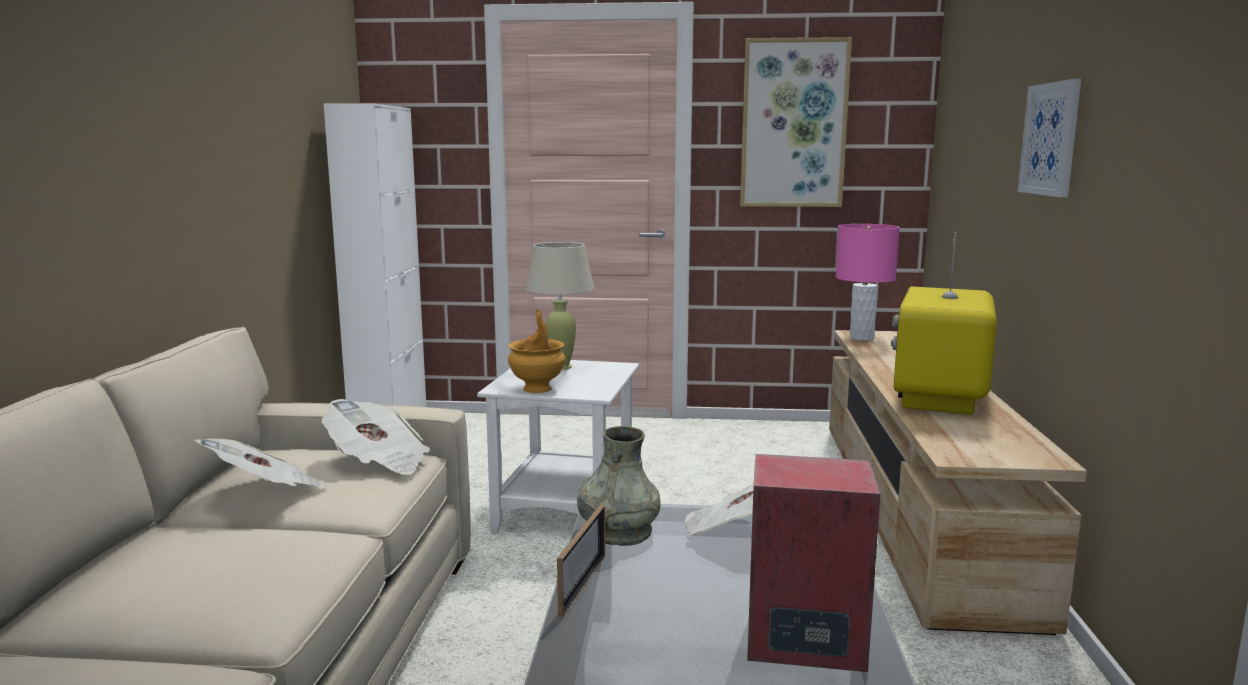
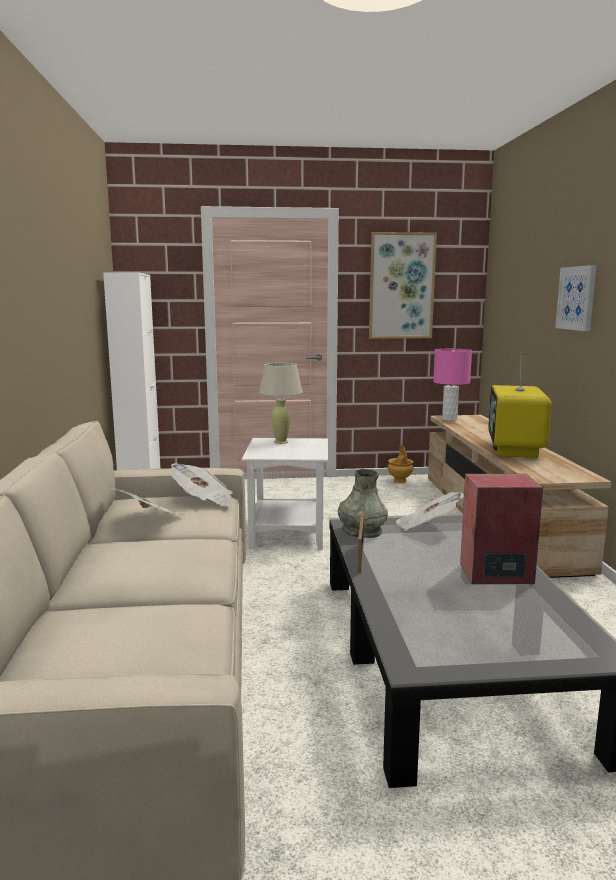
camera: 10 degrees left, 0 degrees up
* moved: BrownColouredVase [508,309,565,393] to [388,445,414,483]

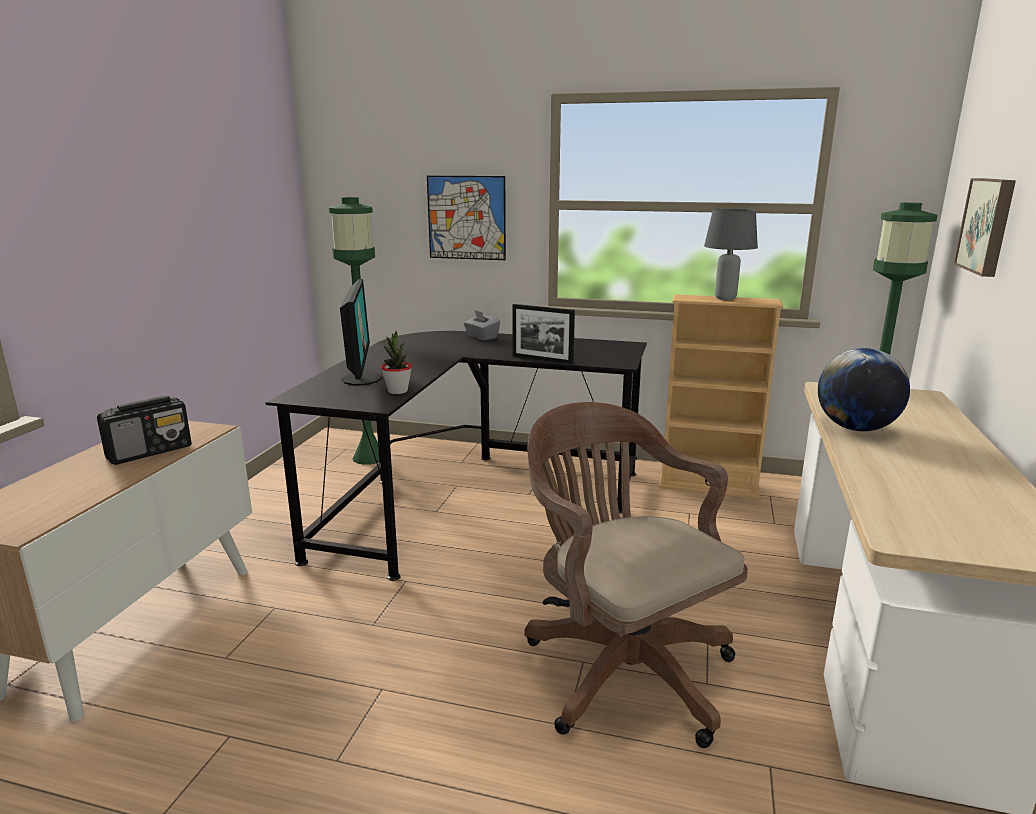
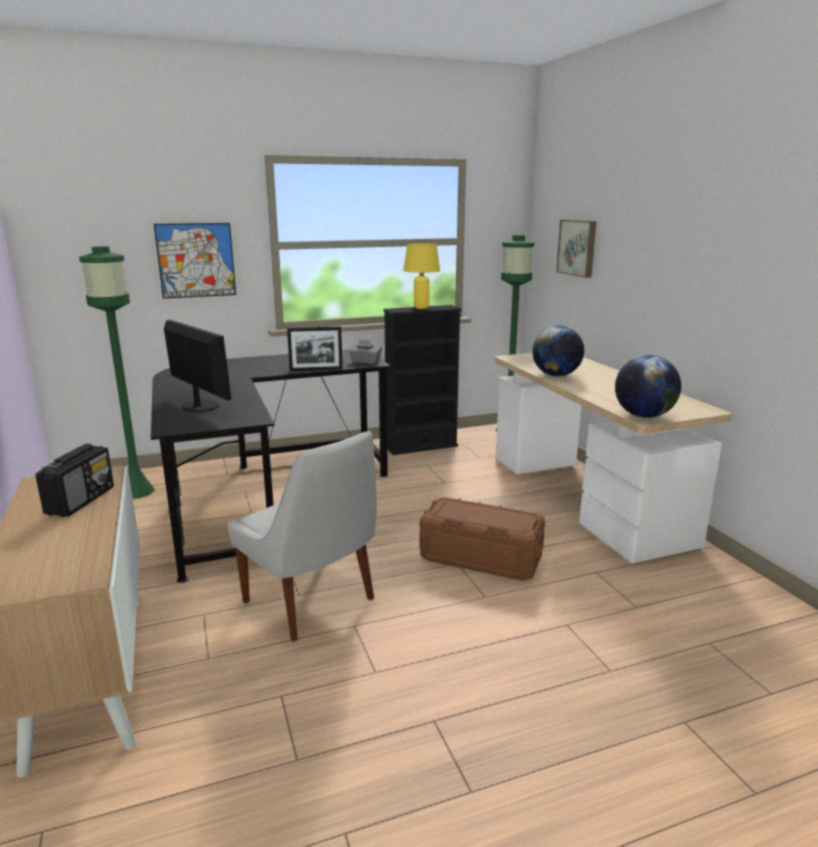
camera: 35 degrees left, 0 degrees up
* removed: PottedPlant [381,331,412,394]
* moved: GreyBoxOfTissues [463,310,500,340] to [349,339,382,364]
* replaced: BrownColouredOfficeChair [524,402,748,748] to BrownColouredStorageBox [419,497,545,581]
* recoloured: SandColouredBookshelf [659,294,783,499] to BlackBookshelf [383,305,462,455]
* recoloured: GreyLampForATable [704,208,758,300] to YellowColouredLampForATable [403,243,440,309]
* added: WhitishPlainChair [227,431,376,642]
* added: Globe [615,355,681,418]

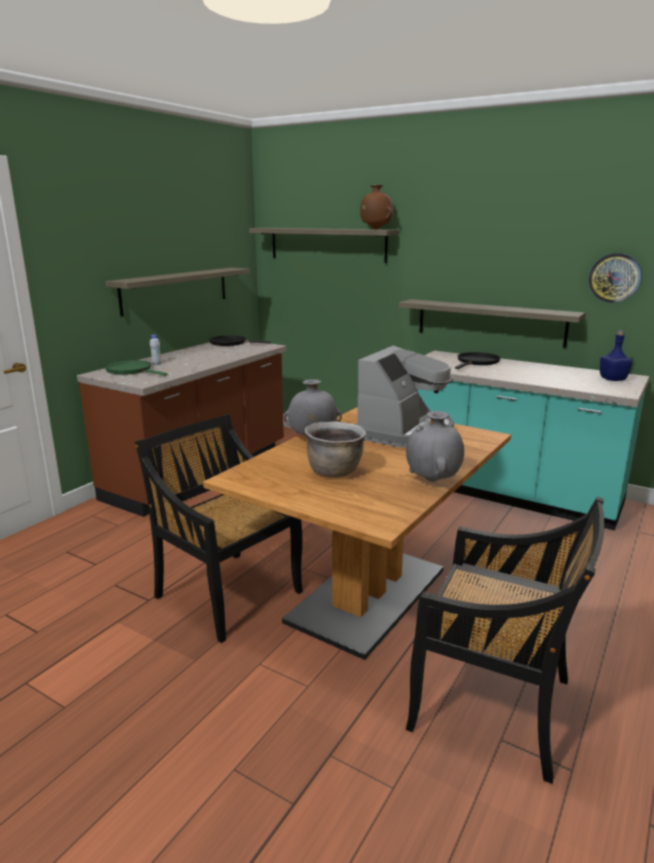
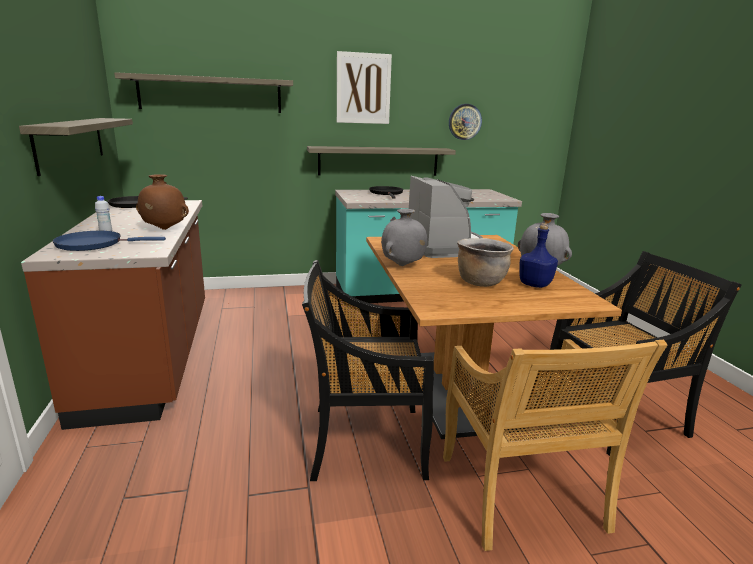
camera: 45 degrees left, 0 degrees up
* recoloured: GreenColouredSkillet [105,360,167,376] to BlueColouredSkillet [53,231,166,251]
* moved: BrownColouredVase [360,185,393,229] to [136,174,189,230]
* moved: BlueColouredBeverageBottle [600,330,632,381] to [519,223,558,288]
* added: Picture [337,51,392,124]
* added: SandColouredPlainChair [443,339,667,551]

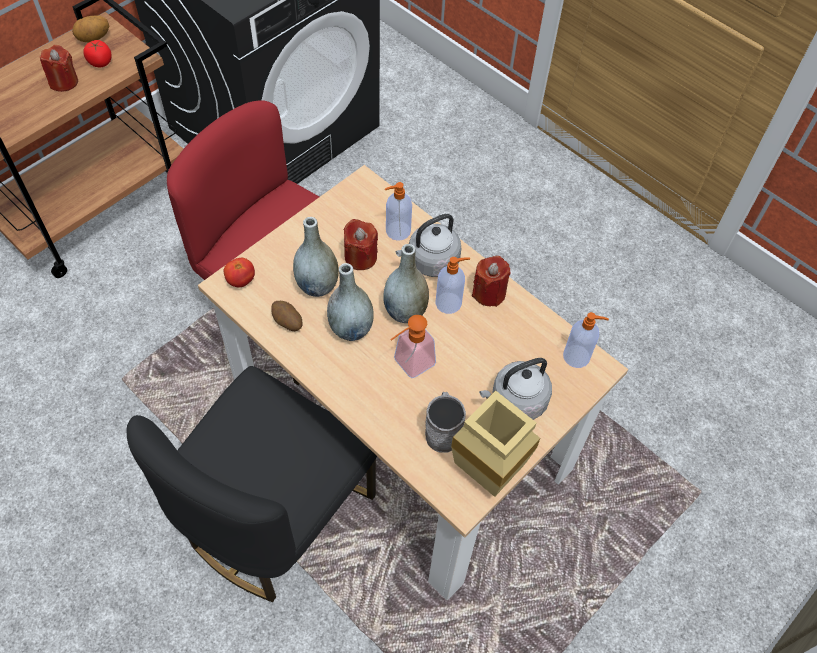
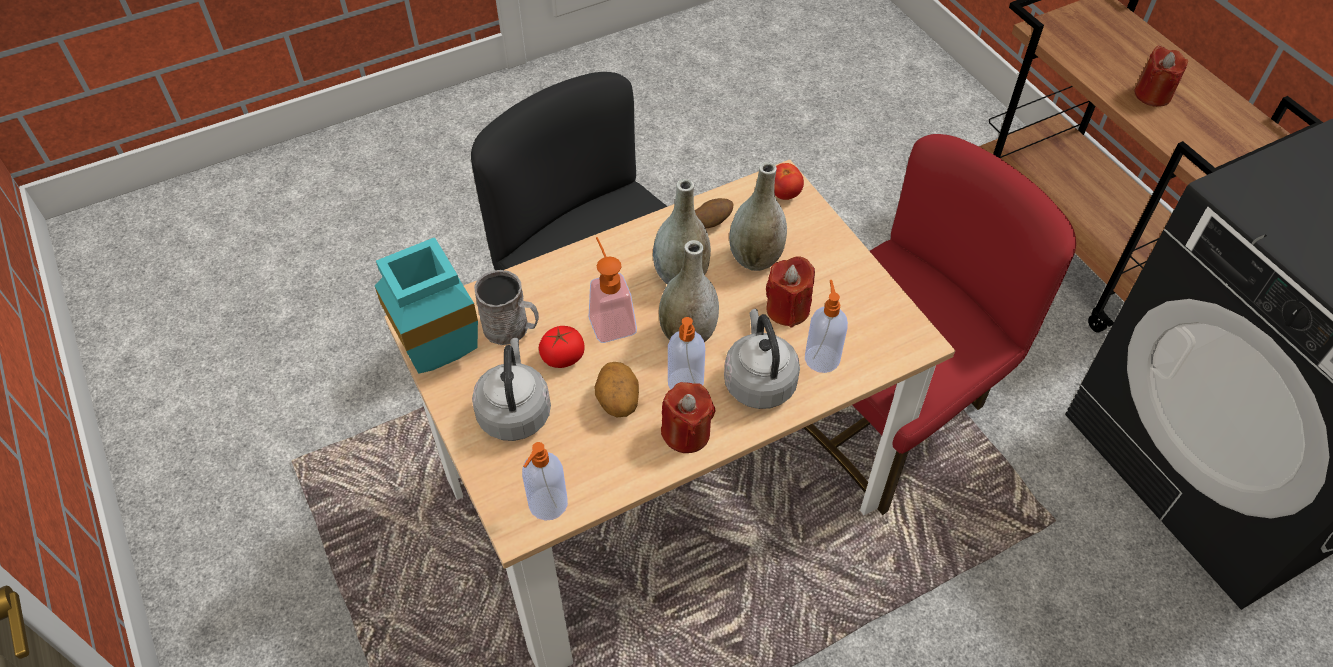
camera: 110 degrees right, 5 degrees down
* moved: Potato [72,16,110,43] to [595,362,639,417]
* moved: Tomato [83,40,112,67] to [539,326,584,368]
* recoloured: SandColouredVase [451,391,540,497] to TurquoiseColouredVase [375,237,478,374]

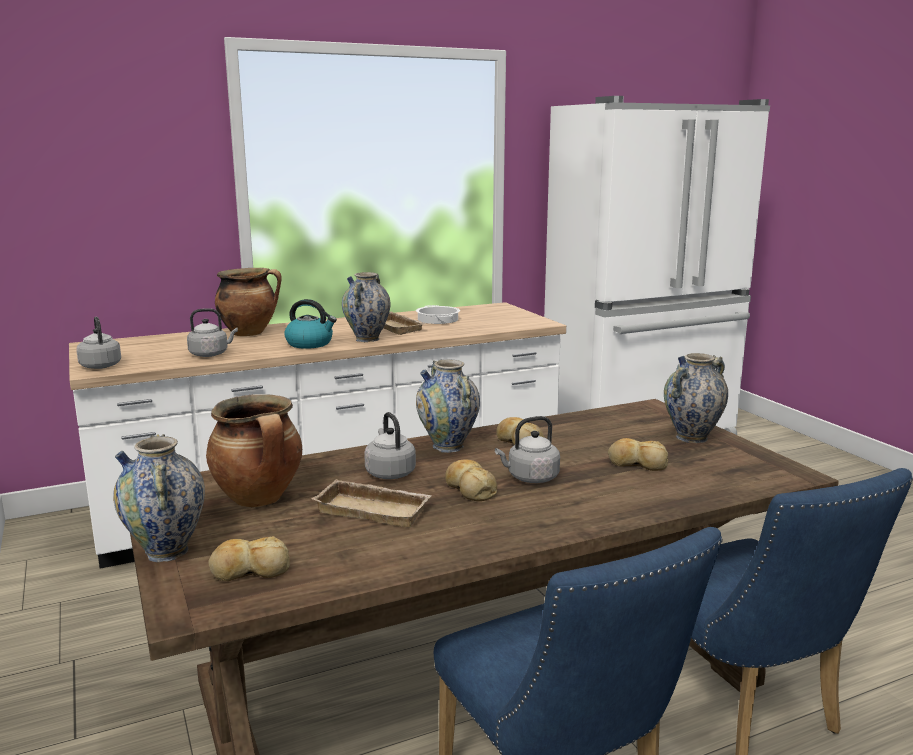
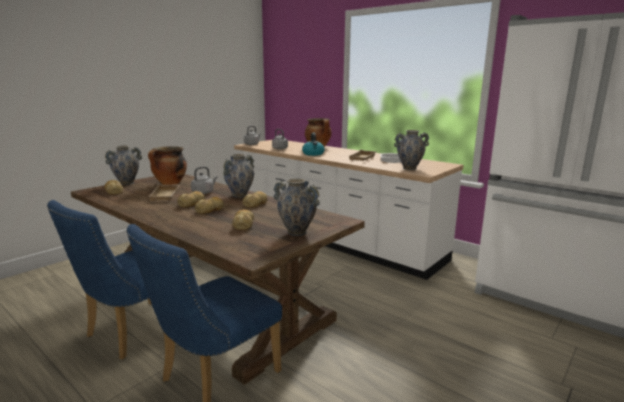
camera: 65 degrees right, 0 degrees up
* moved: Vase [342,272,390,342] to [394,130,429,170]
* replaced: GreyTeaKettle [495,416,560,483] to Bread [195,197,224,214]

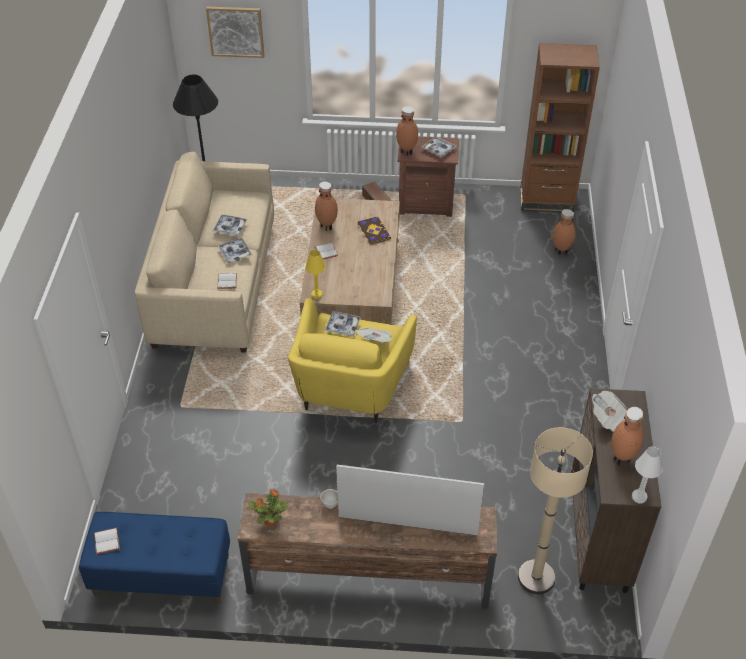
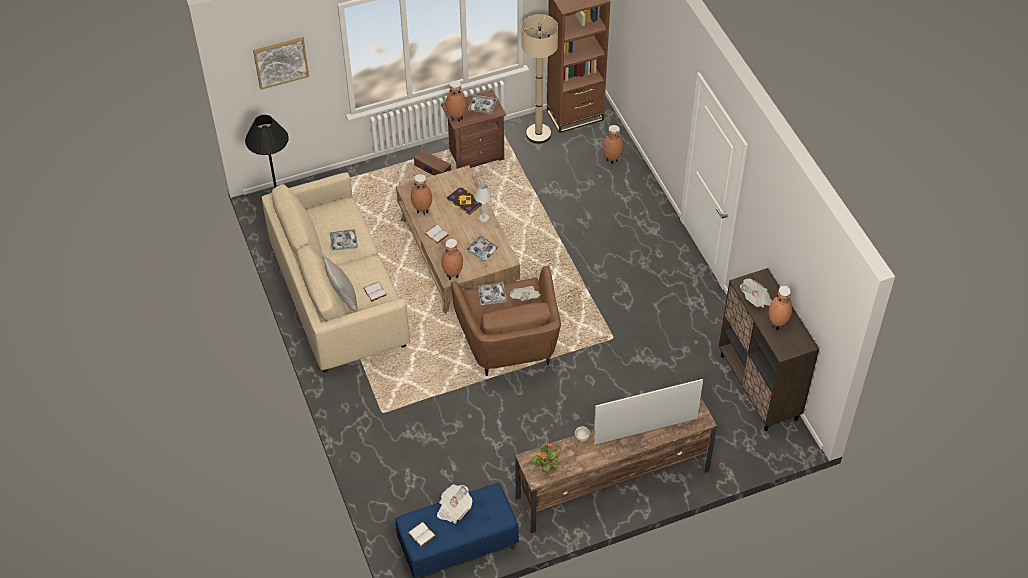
camera: 25 degrees left, 5 degrees up
* moved: Tray [218,238,252,263] to [465,235,500,262]
* recoloured: YellowColouredArmchair [288,298,417,423] to BrownColouredArmchair [451,266,561,376]
* replaced: YellowColouredLampForATable [305,250,326,299] to BrownColouredVase [442,239,463,280]
* moved: SandColouredStandingLamp [518,427,593,594] to [522,14,558,144]
* moved: WhitishLampForATable [632,447,662,503] to [475,183,492,223]
* added: GreyThrowPillow [323,255,357,312]
* added: PrintedPaper [437,484,472,523]

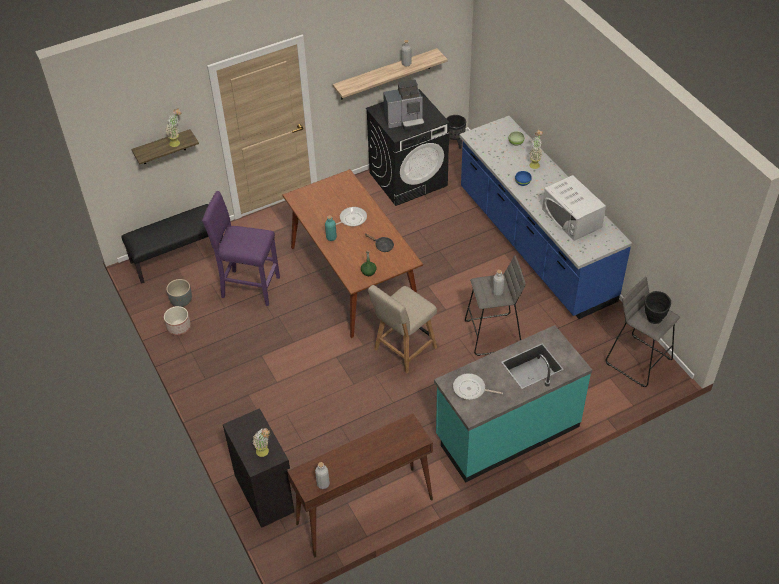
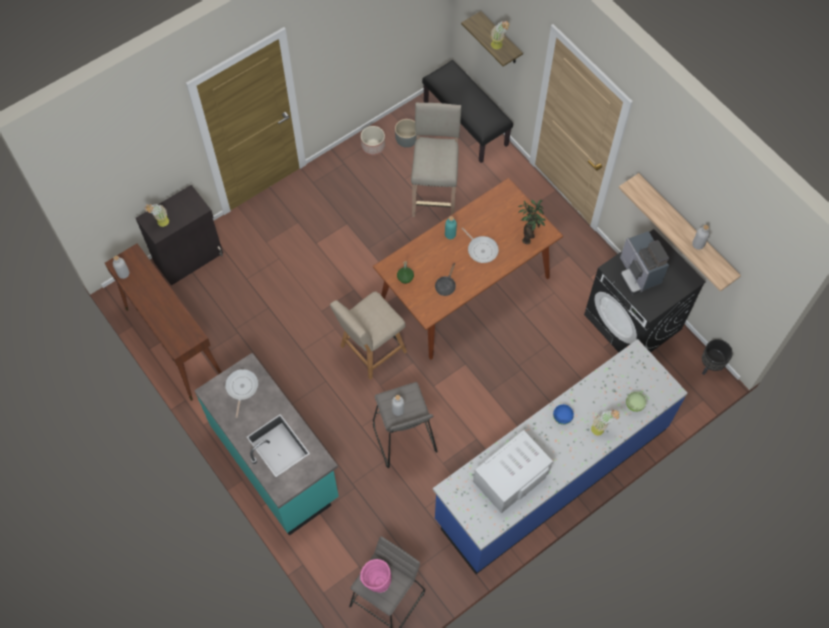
camera: 80 degrees right, 15 degrees up
* recoloured: PurpleSittingStool [202,191,280,306] to SandColouredSittingStool [411,102,461,217]
* turned: SandColouredPlainChair [368,285,437,373] = [330,291,407,380] 75 degrees counterclockwise
* recoloured: BlackVase [645,291,671,324] to PinkColouredVase [360,559,391,593]
* added: PottedPlant [518,200,546,244]

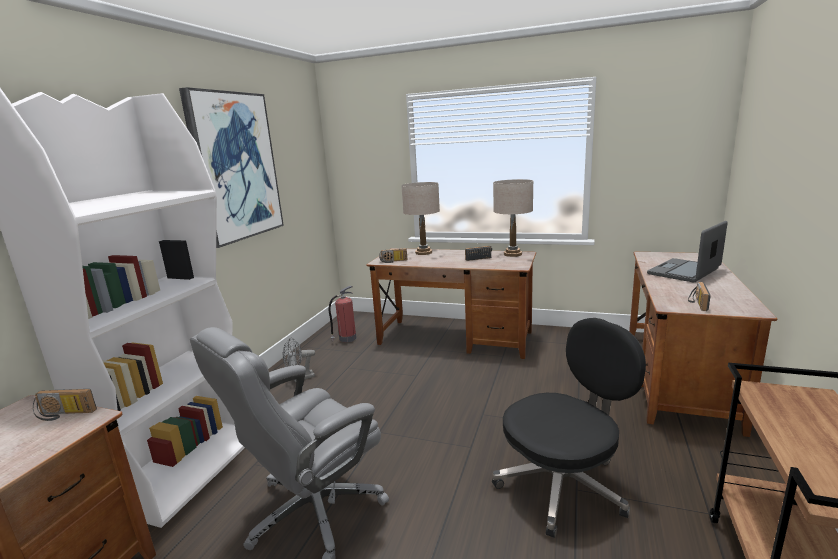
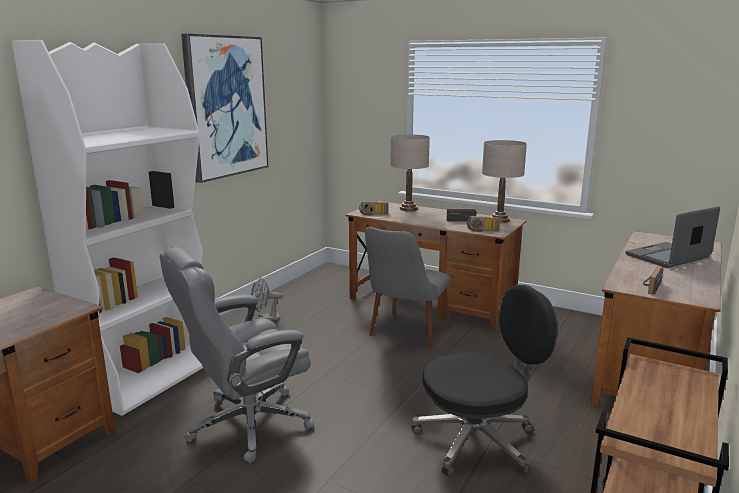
camera: 10 degrees right, 0 degrees up
* moved: Radio [33,389,97,421] to [467,216,500,232]
* removed: Extinguisher [329,286,357,342]
* added: GreyPlainChair [365,227,451,349]

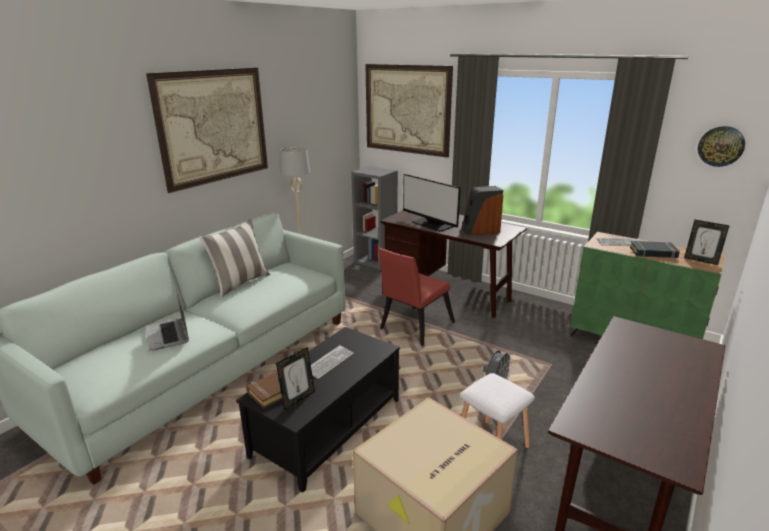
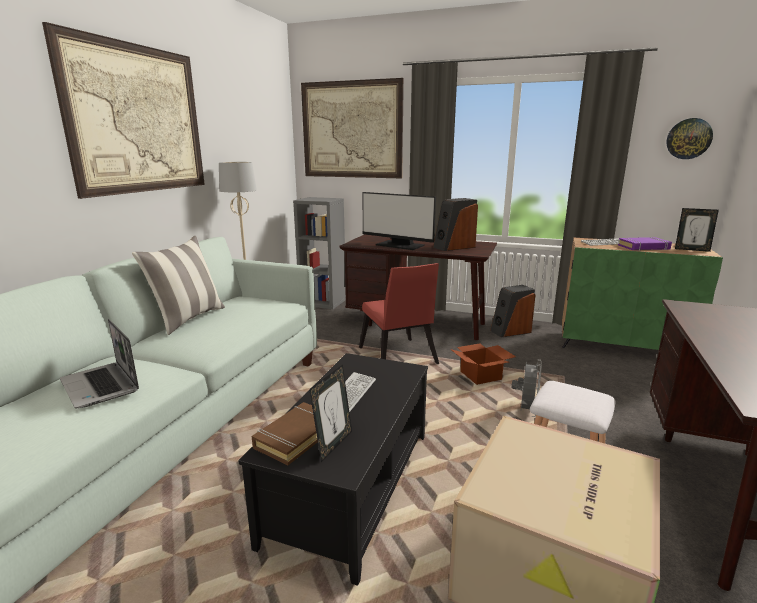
camera: 15 degrees left, 5 degrees down
* turned: RedPlainChair [379,248,455,346] = [359,263,439,364] 45 degrees counterclockwise
* recoloured: BlackVolume [630,241,680,259] to PurpleVolume [618,237,672,251]
* added: PackingBox [450,343,516,385]
* added: Speaker [490,285,535,337]

